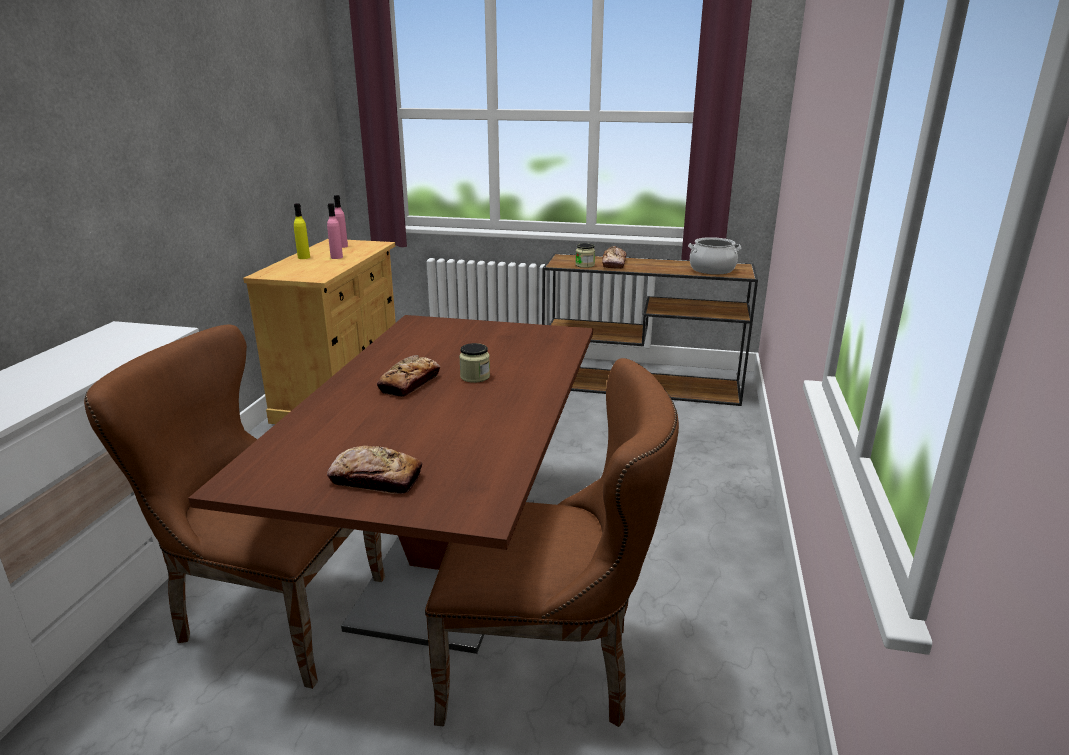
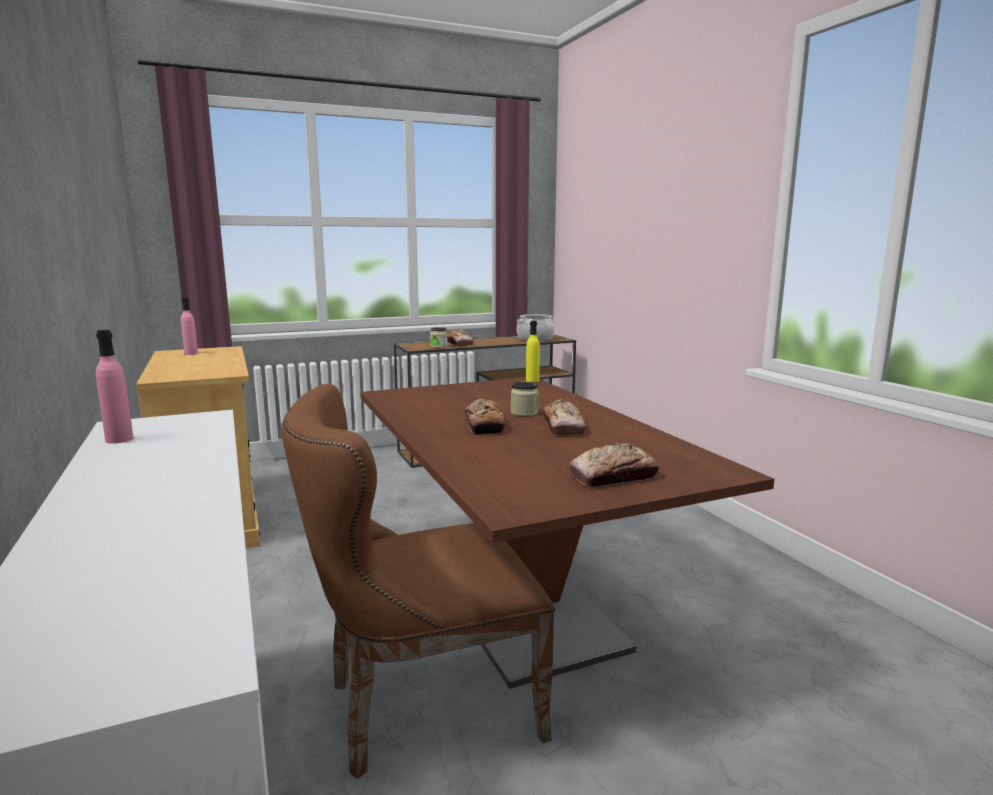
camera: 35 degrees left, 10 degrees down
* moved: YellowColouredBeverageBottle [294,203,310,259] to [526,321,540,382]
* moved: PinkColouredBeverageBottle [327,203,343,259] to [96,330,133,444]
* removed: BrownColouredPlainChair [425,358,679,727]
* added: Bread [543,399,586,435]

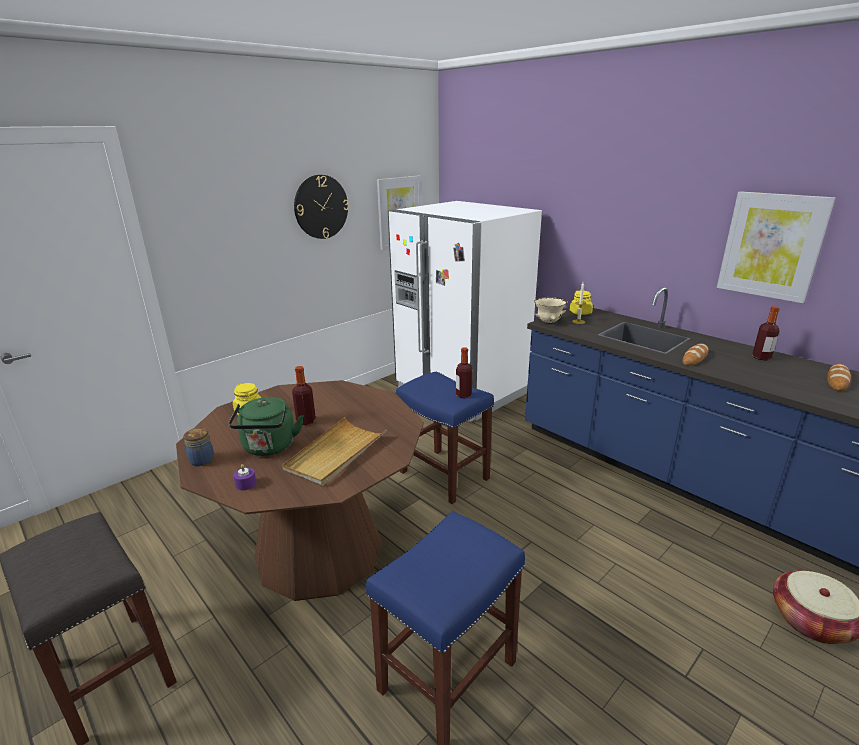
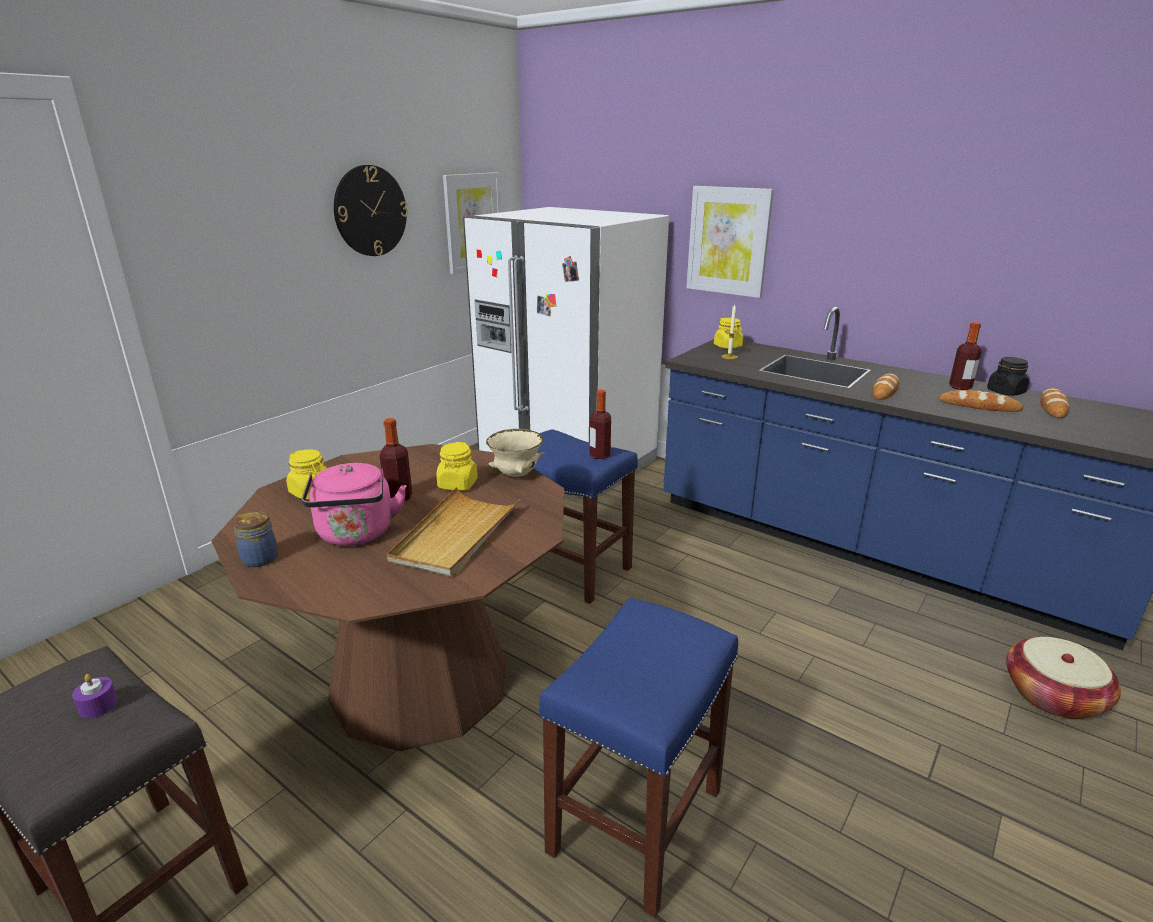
camera: 10 degrees left, 0 degrees up
* recoloured: GreenColouredTeaKettle [228,397,303,456] to PinkColouredTeaKettle [302,463,406,546]
* moved: PurpleWaxLight [233,464,256,490] to [72,674,118,718]
* moved: SandColouredDeepDish [534,297,567,323] to [486,428,545,477]
* moved: Picture [717,191,835,303] to [686,186,774,298]
* added: YellowColouredPreserveJar [436,442,478,491]
* added: Bread [939,390,1023,412]
* added: BlackPreserveJar [987,357,1029,396]

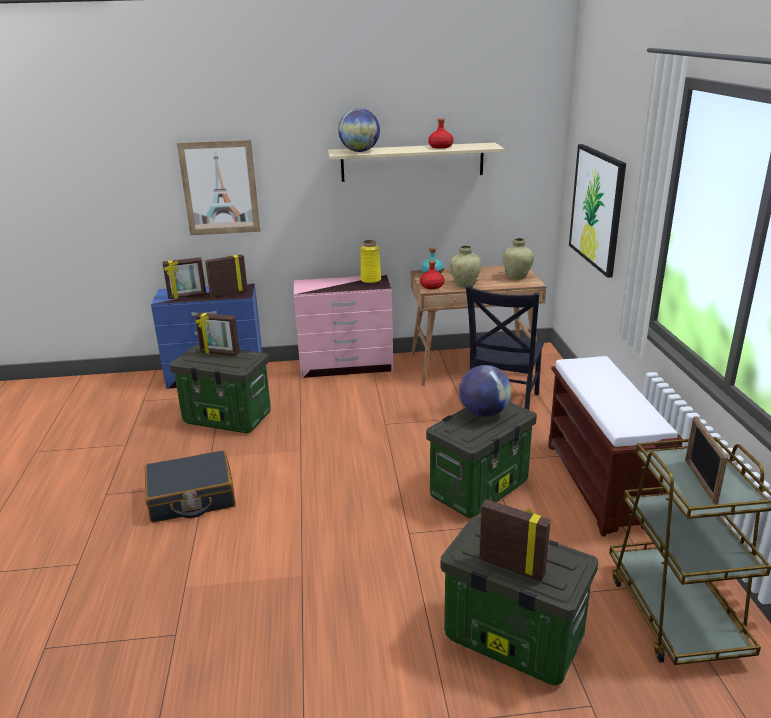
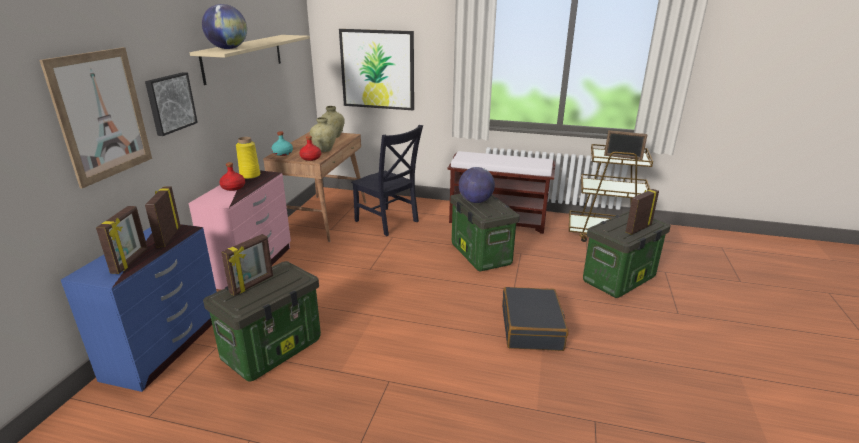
camera: 70 degrees left, 0 degrees up
* moved: BlackTravelCase [145,450,236,523] to [502,287,568,351]
* moved: RedBeverageBottle [428,119,454,149] to [219,162,245,191]
* added: Picture [145,72,198,136]

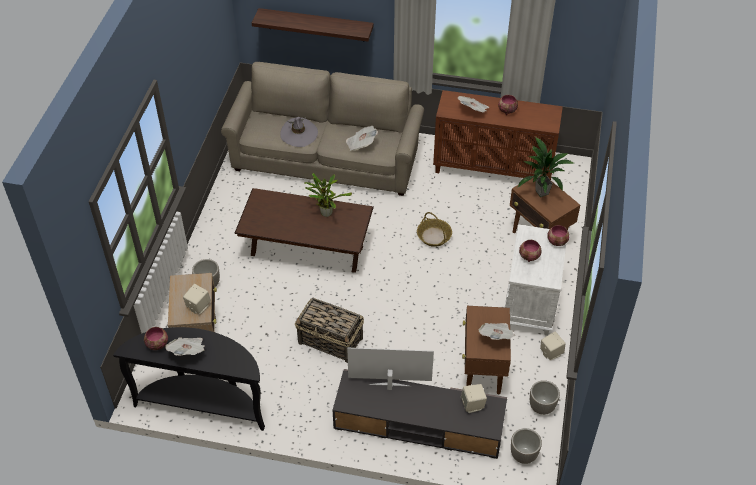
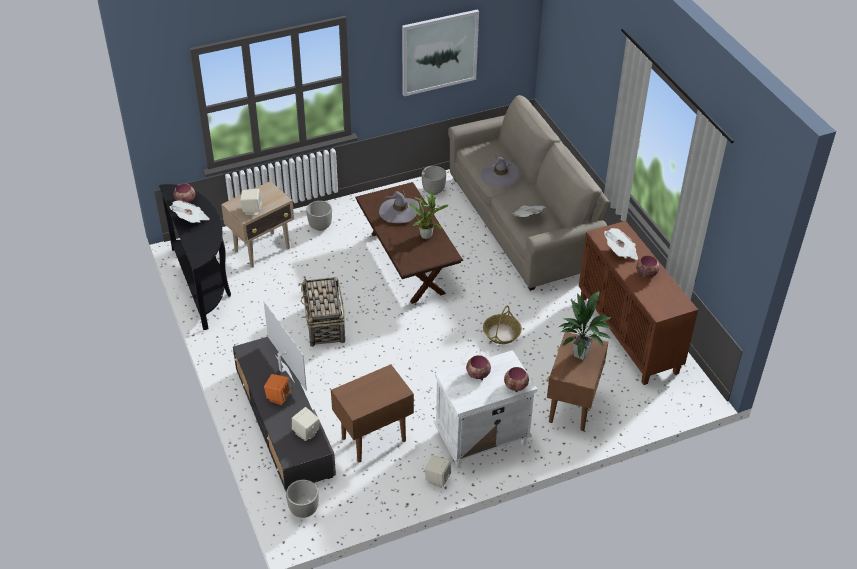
camera: 55 degrees right, 5 degrees down
* removed: WallShelf [252,8,374,42]
* removed: PrintedPaper [478,323,515,340]
* moved: PlantPot [530,380,560,415] to [422,166,446,195]
* added: OrangeSpeaker [264,374,292,405]
* added: GreyWearableHat [379,190,419,223]
* added: Picture [402,9,479,96]

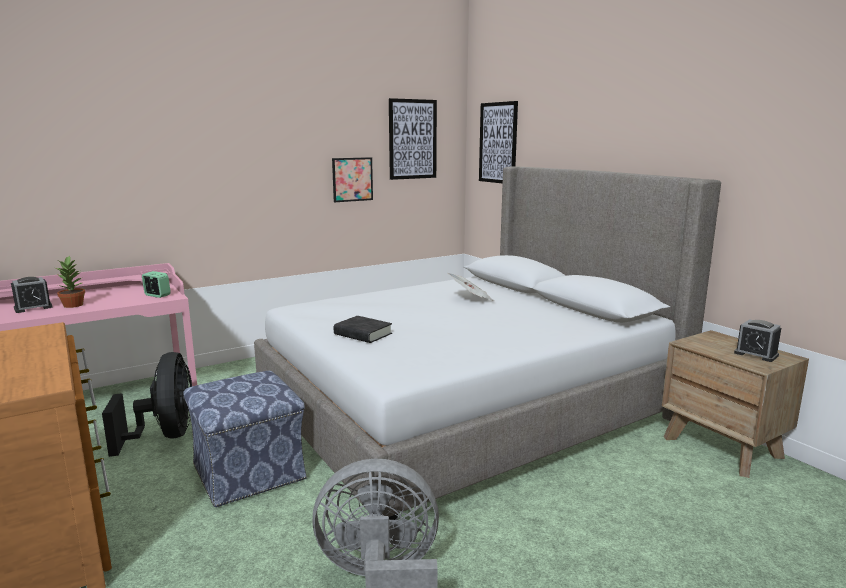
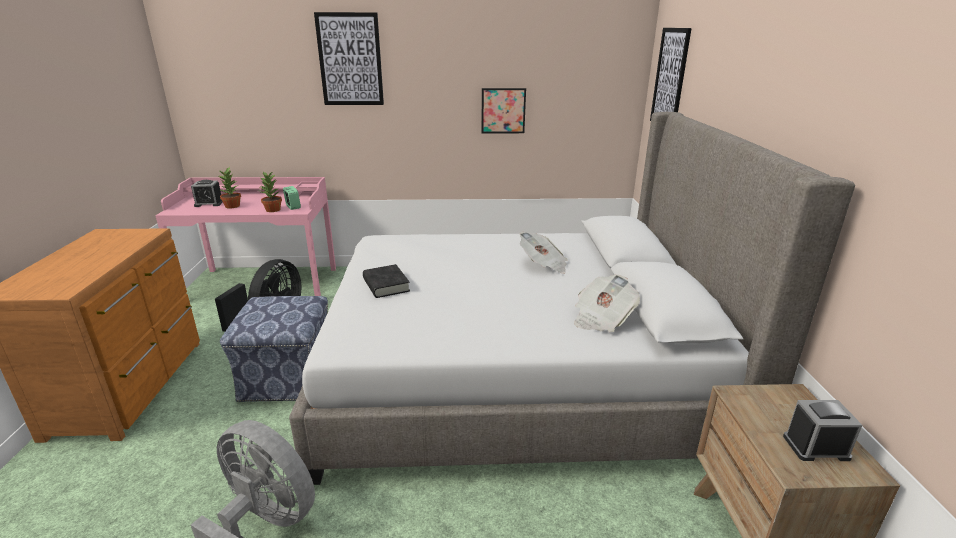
camera: 30 degrees right, 10 degrees up
* moved: Picture [389,98,437,180] to [314,12,384,105]
* turned: BedsideClock [734,319,781,362] = [783,400,862,461] 105 degrees clockwise
* added: PottedPlant [261,171,282,212]
* added: PrintedPaper [574,275,640,332]

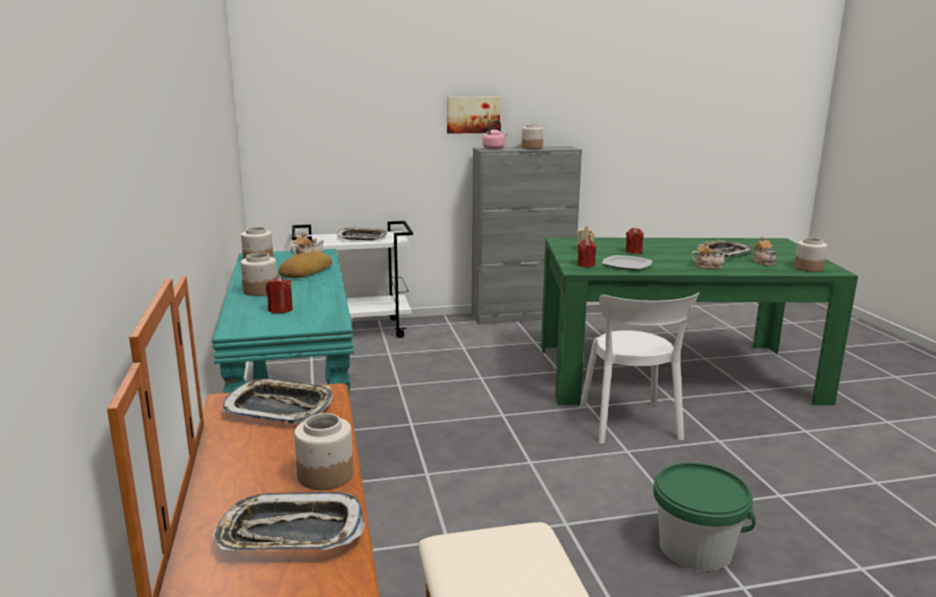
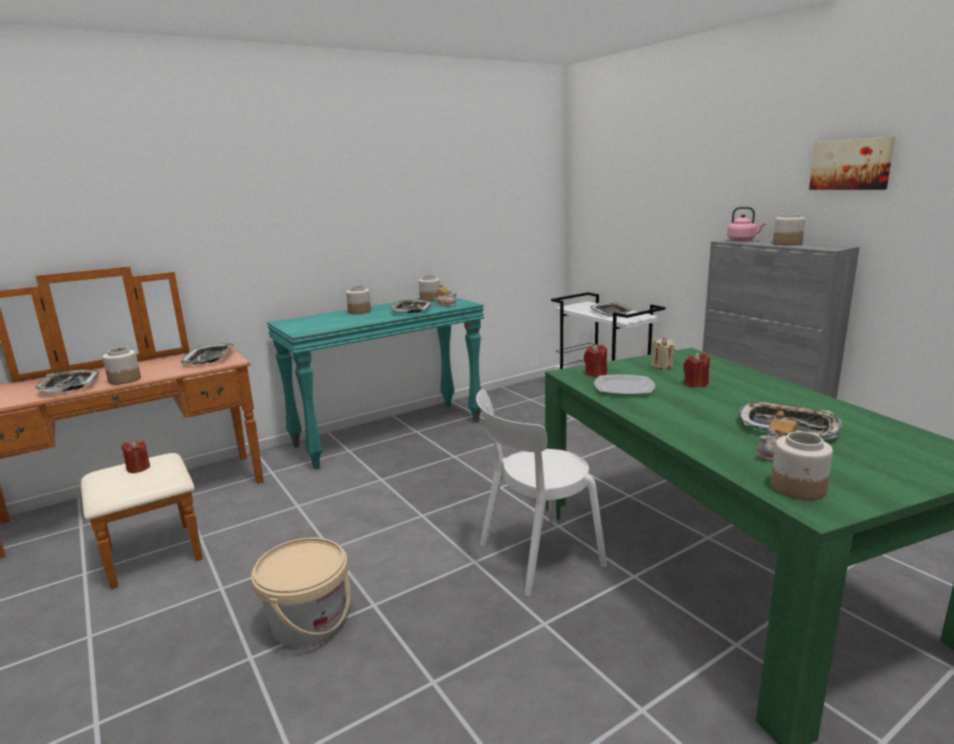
camera: 70 degrees right, 0 degrees up
* moved: RedWaxLight [266,275,293,313] to [121,440,150,473]
* replaced: Bread [278,252,332,278] to Tray [390,300,432,313]
* moved: Picture [447,97,500,134] to [809,137,895,190]
* recoloured: GreenColouredWaterBucket [653,463,756,571] to SandColouredWaterBucket [251,538,350,647]
* removed: PotForTea [691,241,728,269]

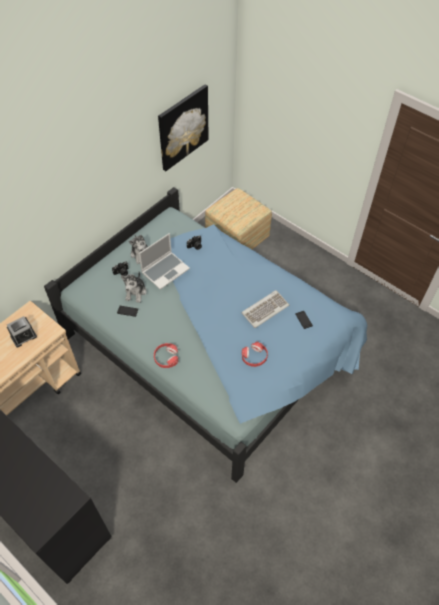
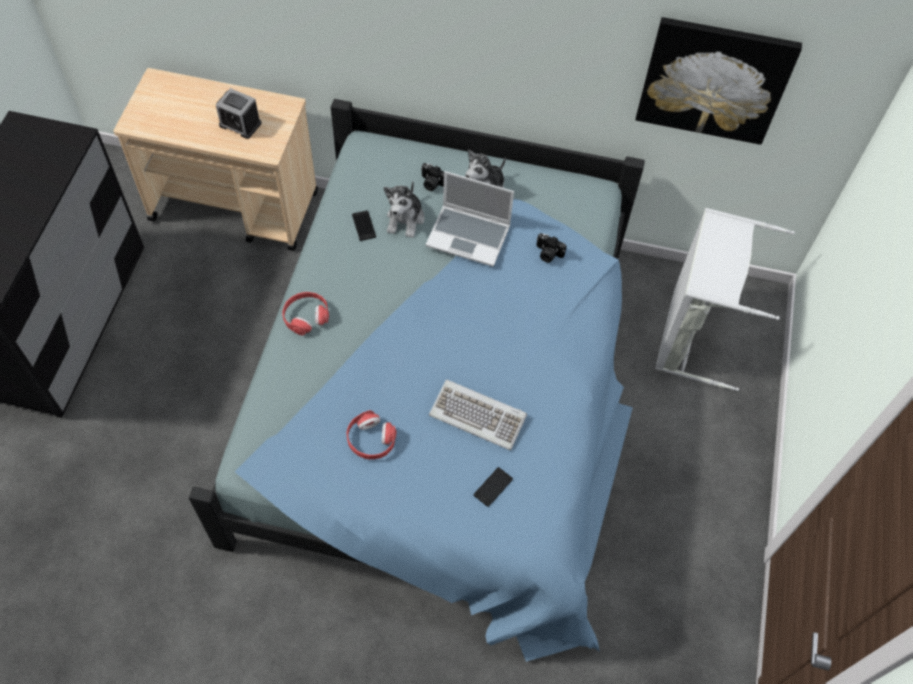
camera: 60 degrees right, 5 degrees up
* turned: CuddlyToy [121,272,147,303] = [384,181,424,238] 60 degrees counterclockwise
* replaced: Footrest [205,188,272,249] to GreyHamper [655,208,795,391]

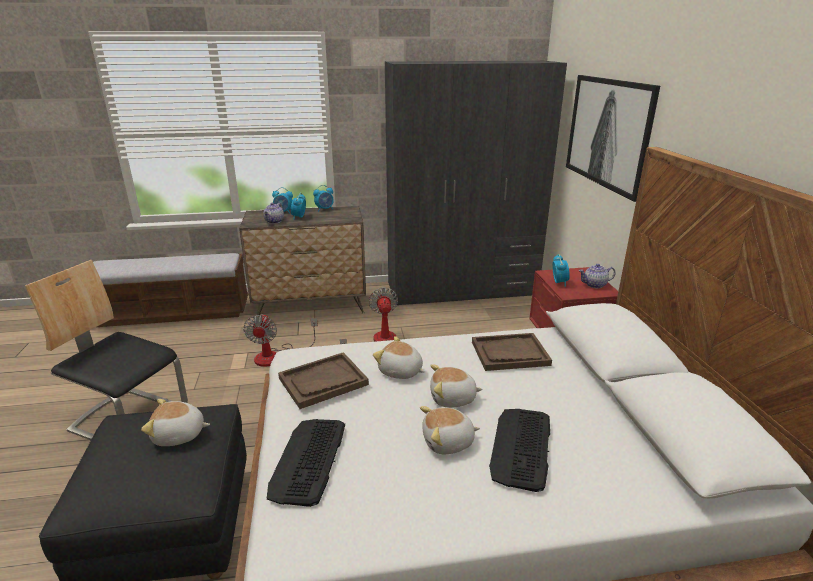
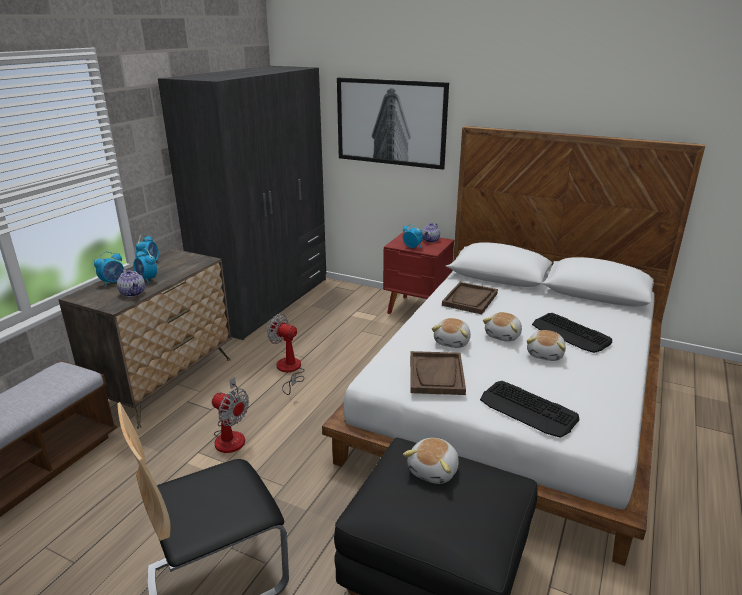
camera: 55 degrees left, 0 degrees up
* turned: CuddlyToy [373,336,425,379] = [432,318,471,348] 45 degrees counterclockwise

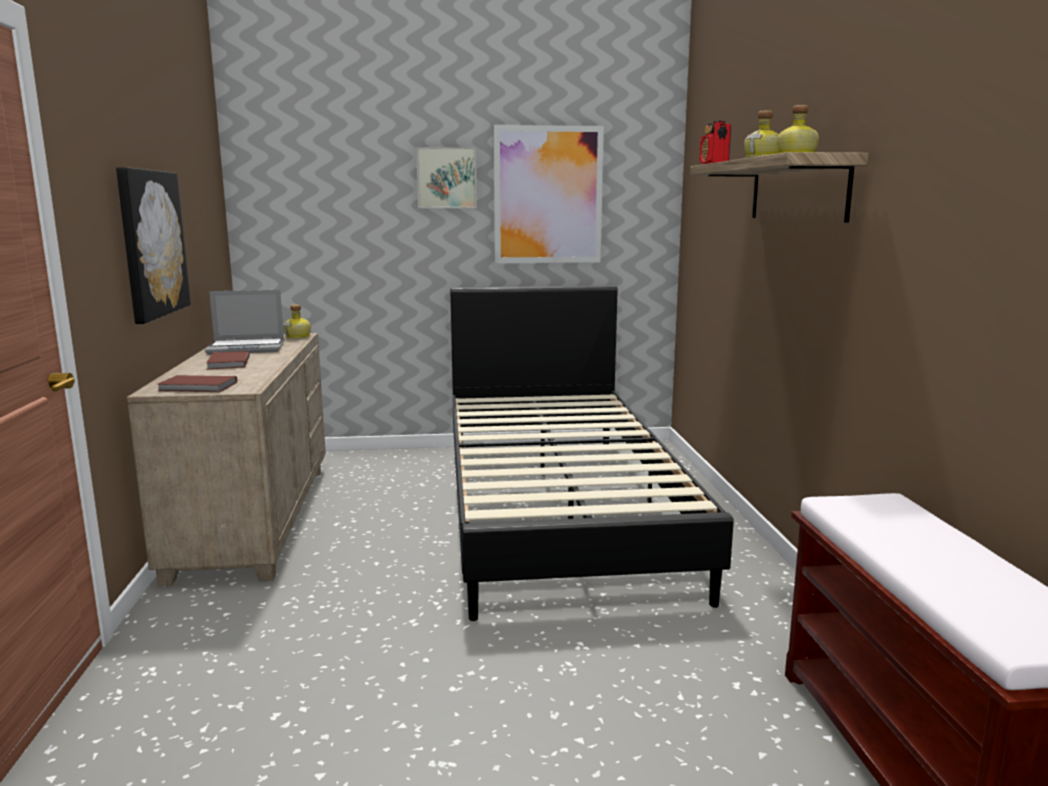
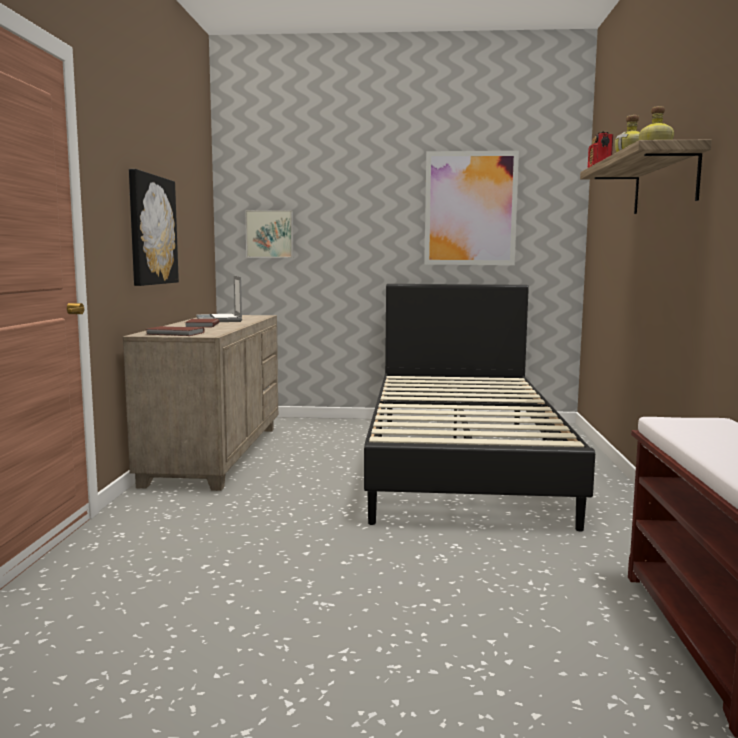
camera: 10 degrees right, 5 degrees down
* turned: Laptop [205,290,284,355] = [196,276,242,322] 75 degrees clockwise
* removed: BeverageBottle [283,305,311,339]
* moved: Picture [416,147,477,208] to [245,210,293,258]

